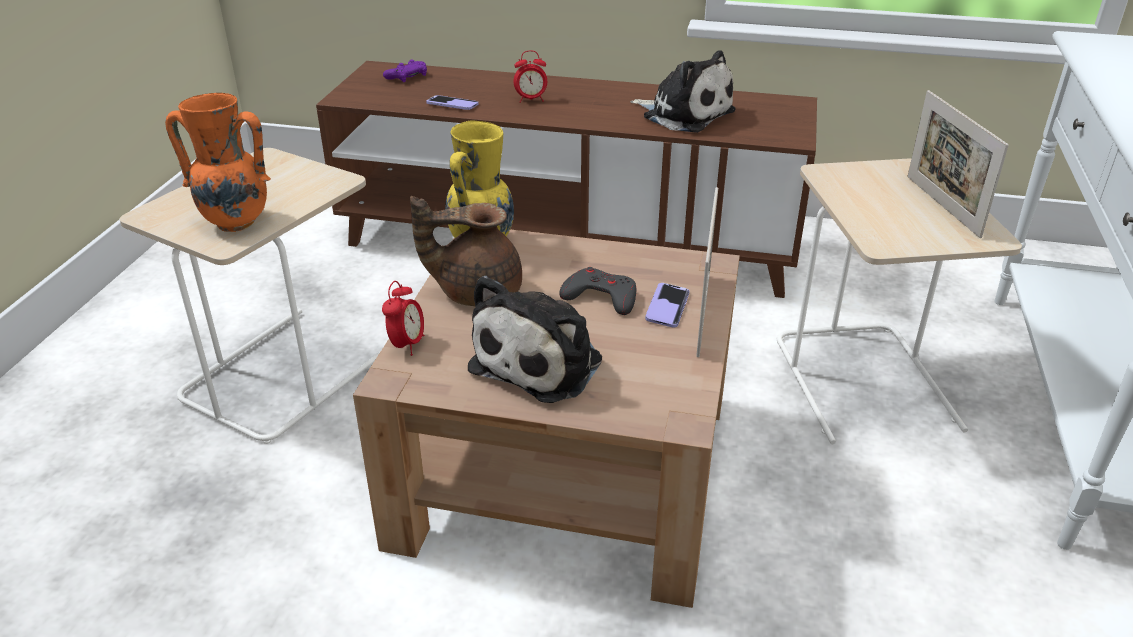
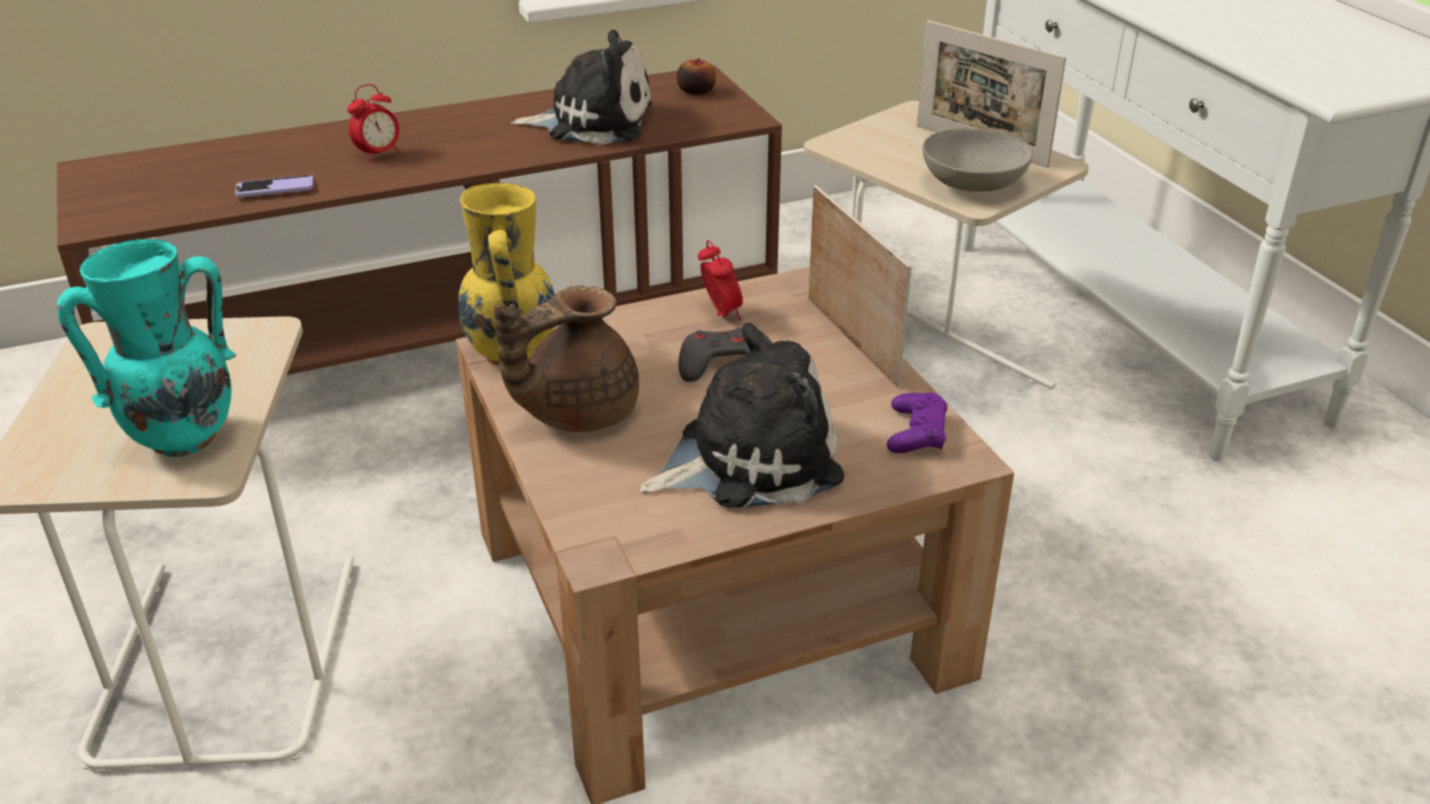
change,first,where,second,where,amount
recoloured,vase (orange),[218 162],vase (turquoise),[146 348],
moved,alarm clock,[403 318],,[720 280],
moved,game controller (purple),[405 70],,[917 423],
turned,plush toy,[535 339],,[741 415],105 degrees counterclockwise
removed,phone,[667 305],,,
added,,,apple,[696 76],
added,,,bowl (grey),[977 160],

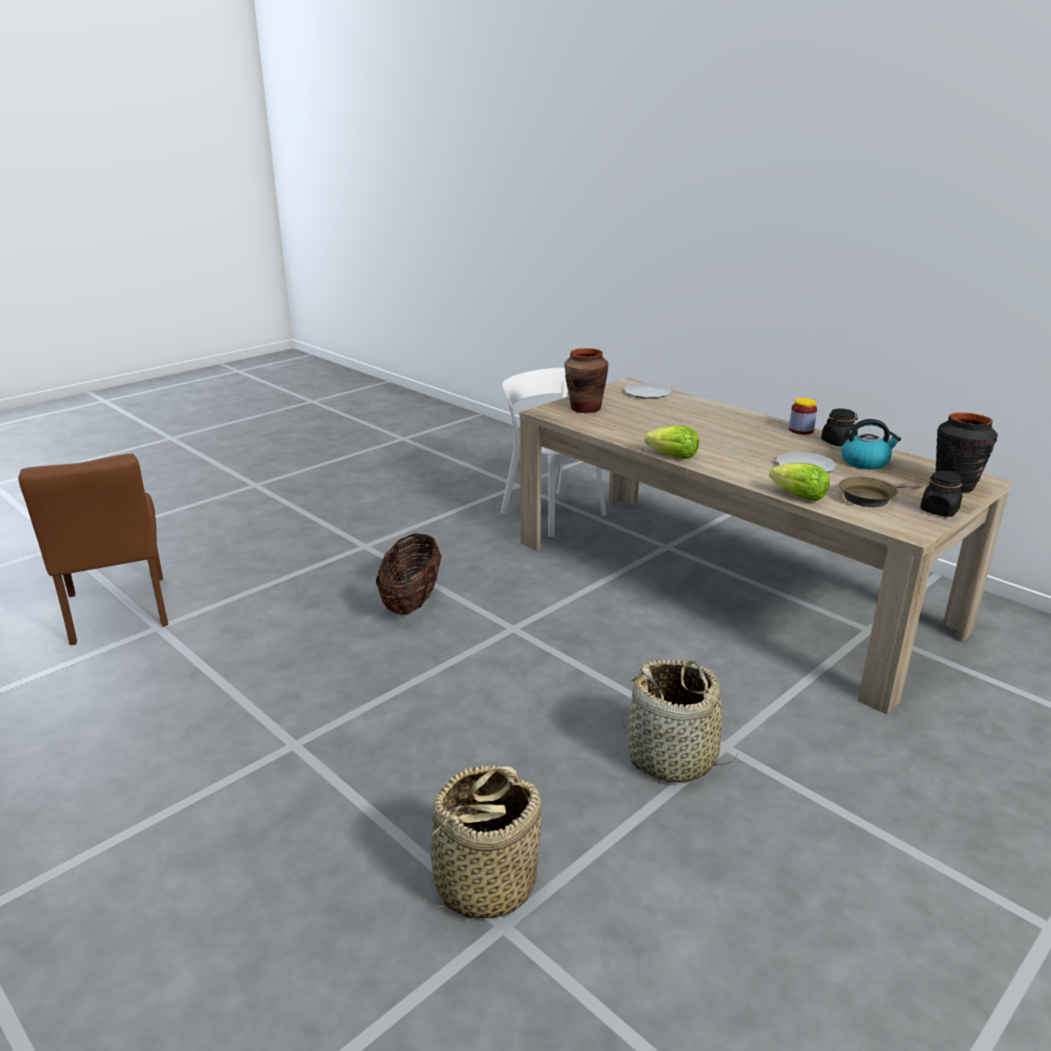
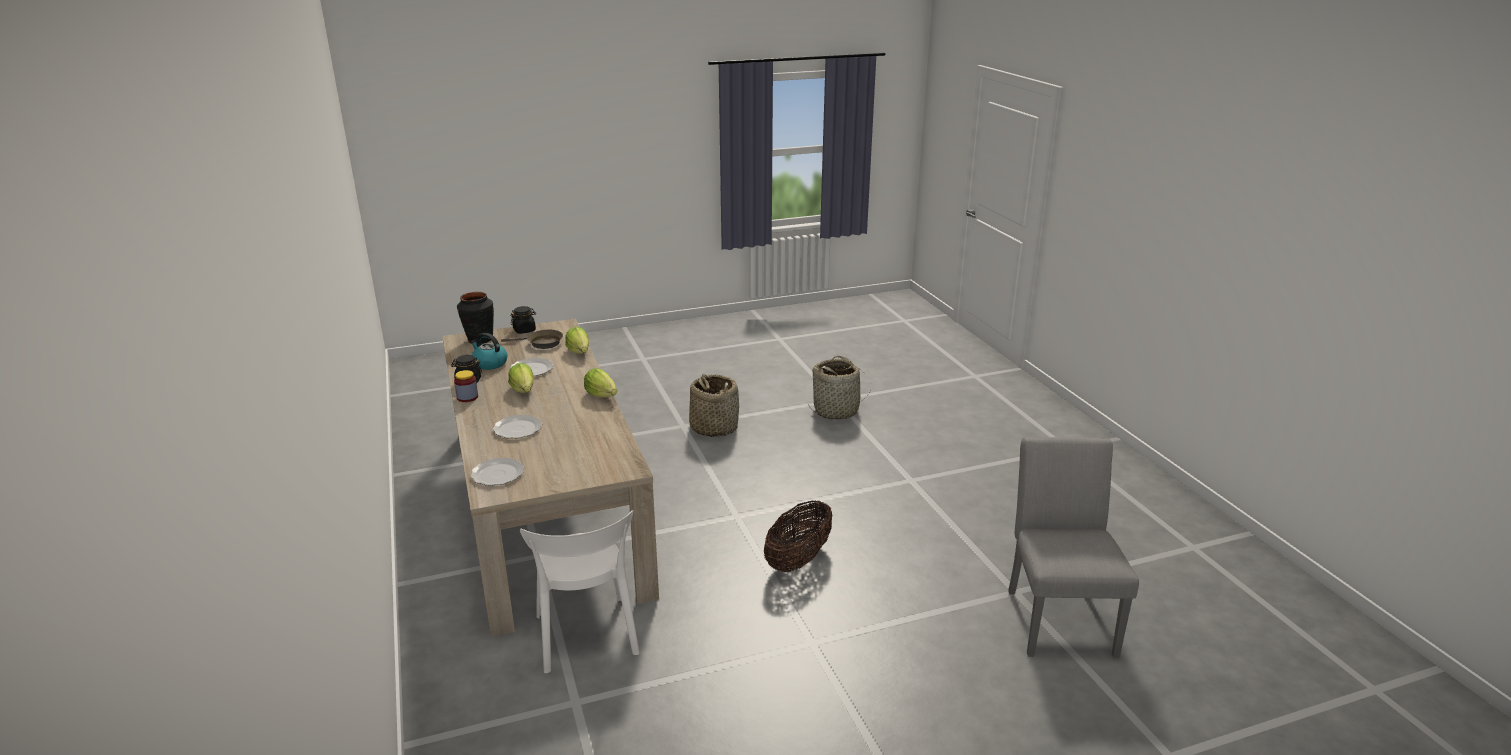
change,first,where,second,where,amount
recoloured,chair (brown),[93 549],chair (grey),[1073 547],
removed,vase (brown),[586 380],,,
added,,,plate,[517 426],
added,,,lettuce,[521 378],

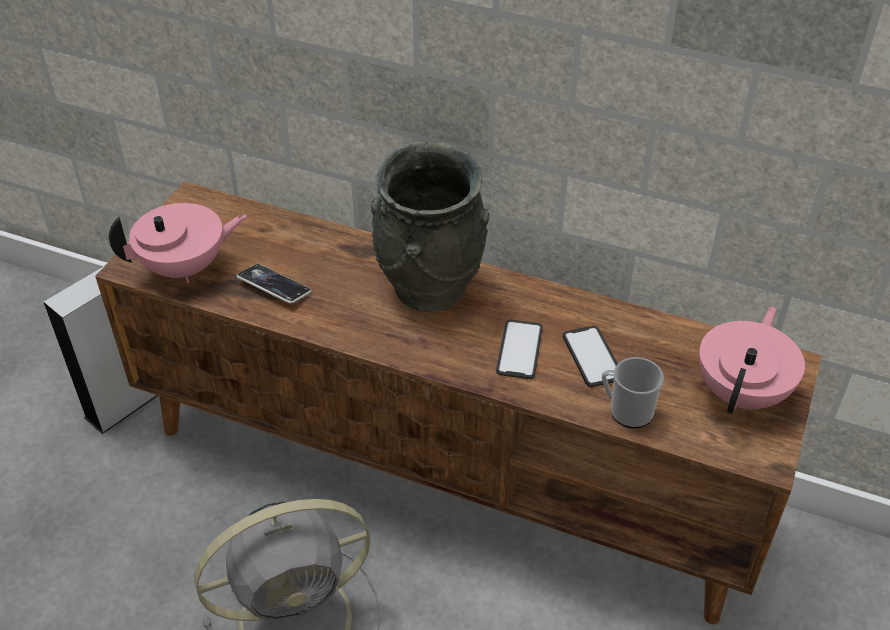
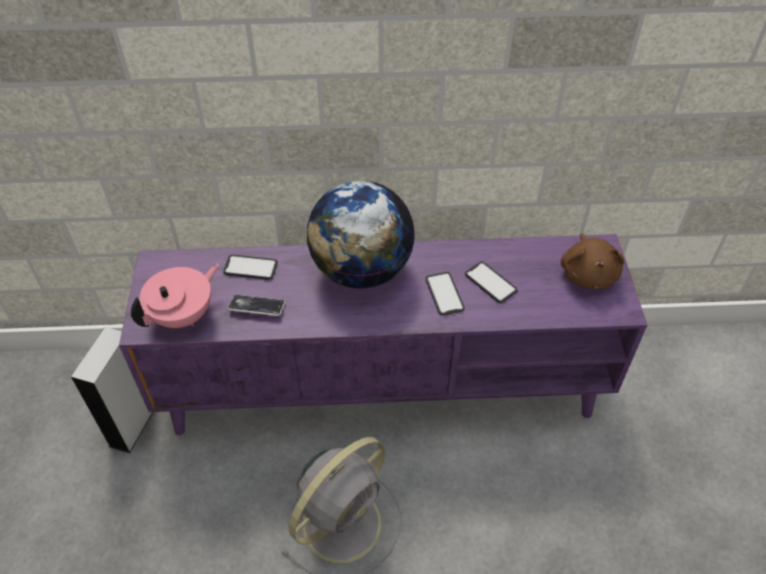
change,first,where,second,where,amount
recoloured,tv stand (brown),[458 403],tv stand (purple),[383 334],
replaced,vase (grey),[430 226],globe,[360 234],
removed,mug,[633 393],,,
replaced,teapot (pink),[752 361],plush toy (brown),[592 261],
added,,,phone,[250 267],

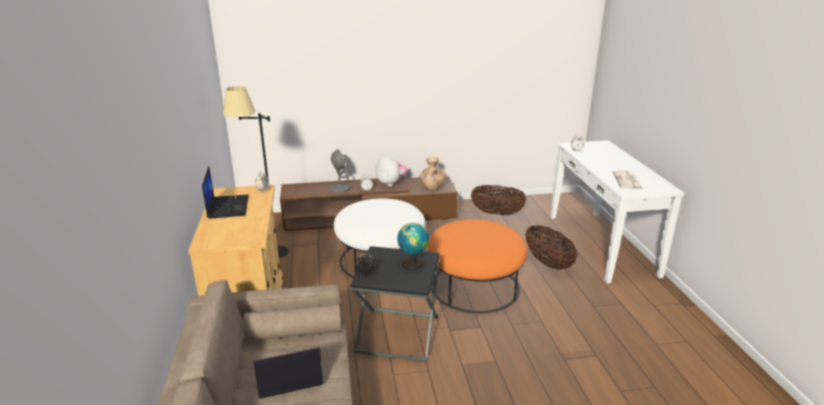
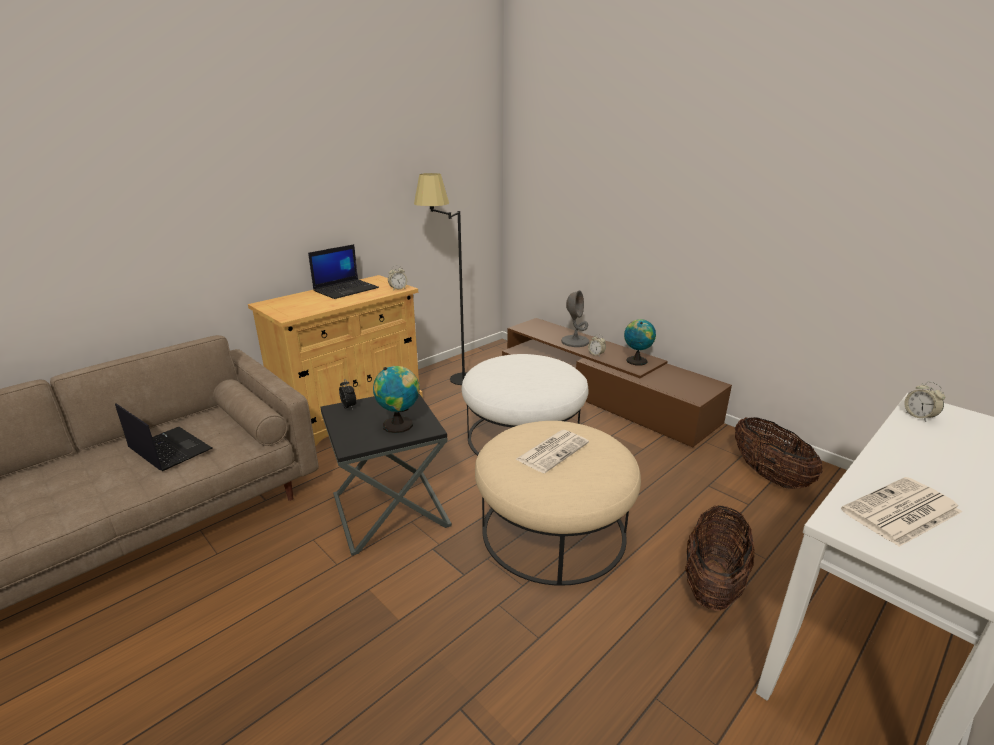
change,first,where,second,where,amount
replaced,plush toy,[392 170],globe,[640 342],
removed,vase (brown),[433 173],,,
recoloured,ottoman (orange),[477 266],ottoman (beige),[558 503],
added,,,newspaper,[552 451],

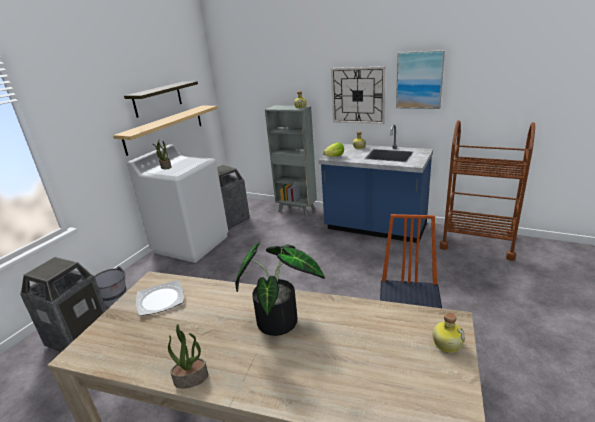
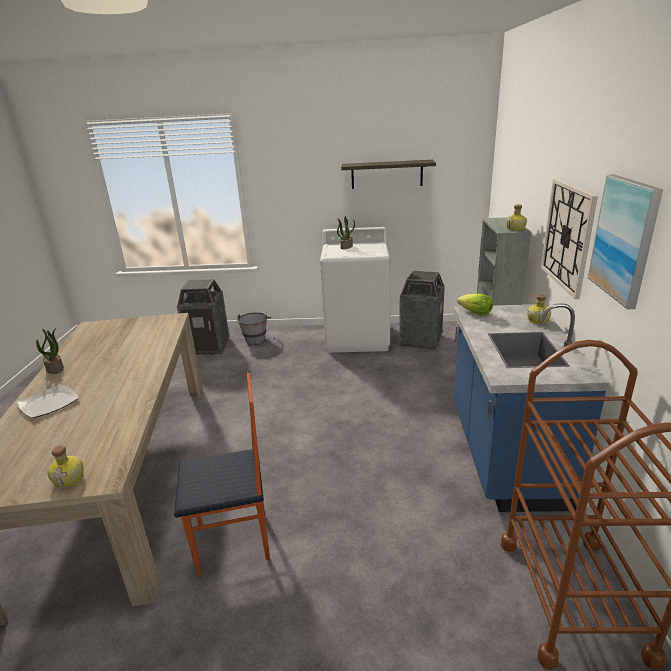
change,first,where,second,where,amount
removed,shelf,[165 131],,,
moved,plate,[160 298],,[48 401],
removed,potted plant,[280 289],,,

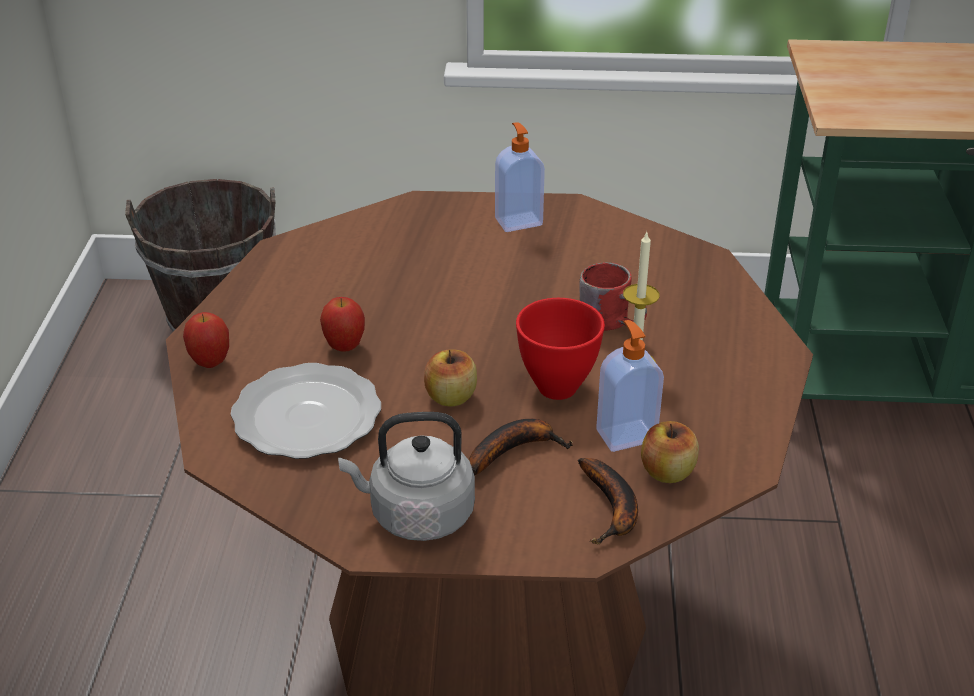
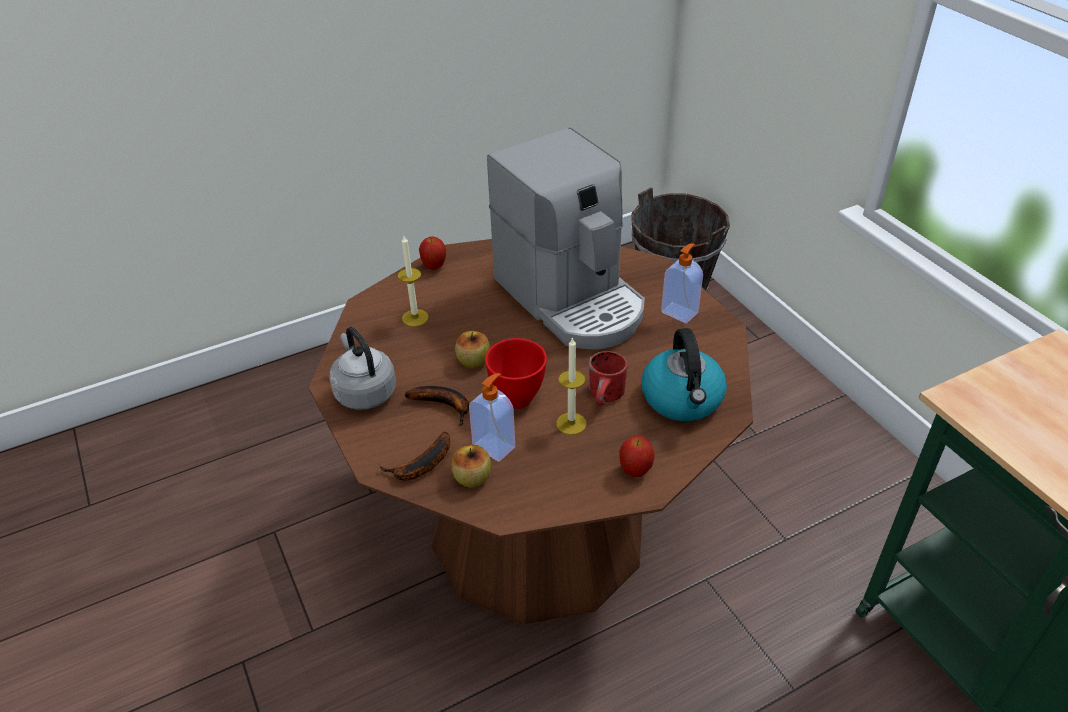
change,first,where,second,where,amount
replaced,plate,[306 411],candle,[413 281],
moved,apple,[342 324],,[637 456],
added,,,coffee machine,[566 238],
added,,,kettle,[684 374],

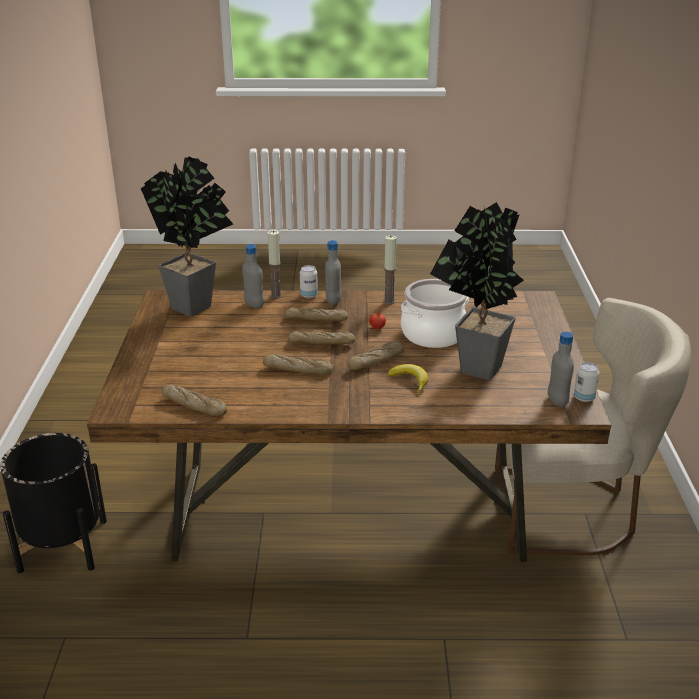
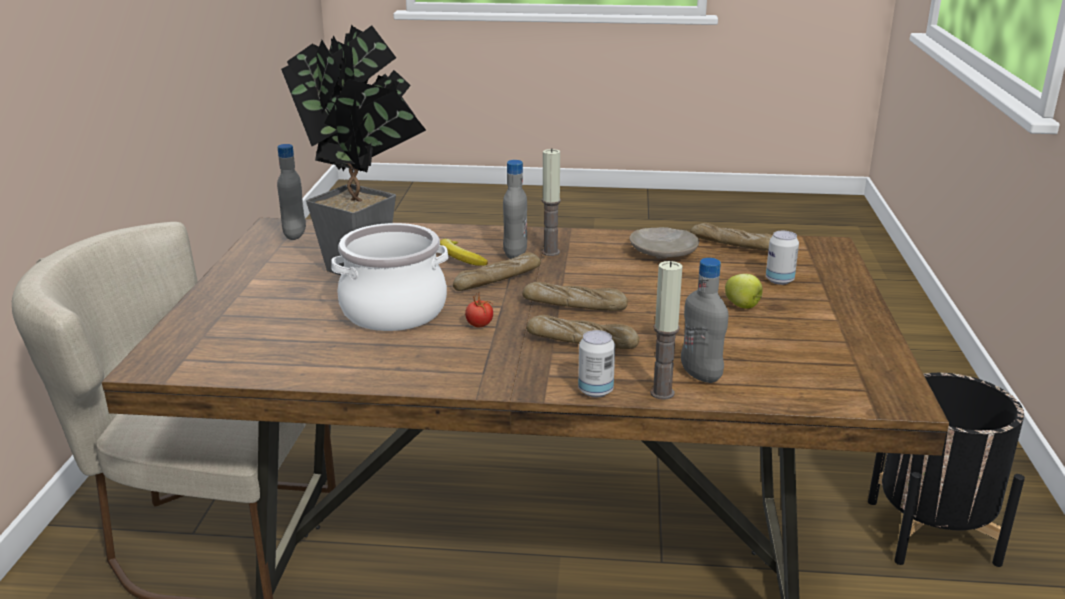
change,first,where,second,where,amount
removed,potted plant,[187 236],,,
removed,bread,[298 364],,,
moved,bottle (grey),[333 272],,[515 209],
moved,candle,[390 269],,[551 202],
moved,can,[586 382],,[782 258],
added,,,plate (beige),[664 243],
added,,,apple,[744 291],

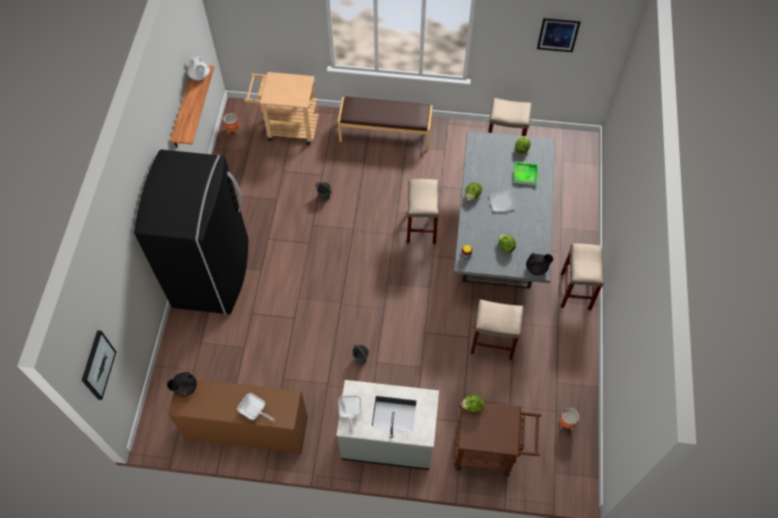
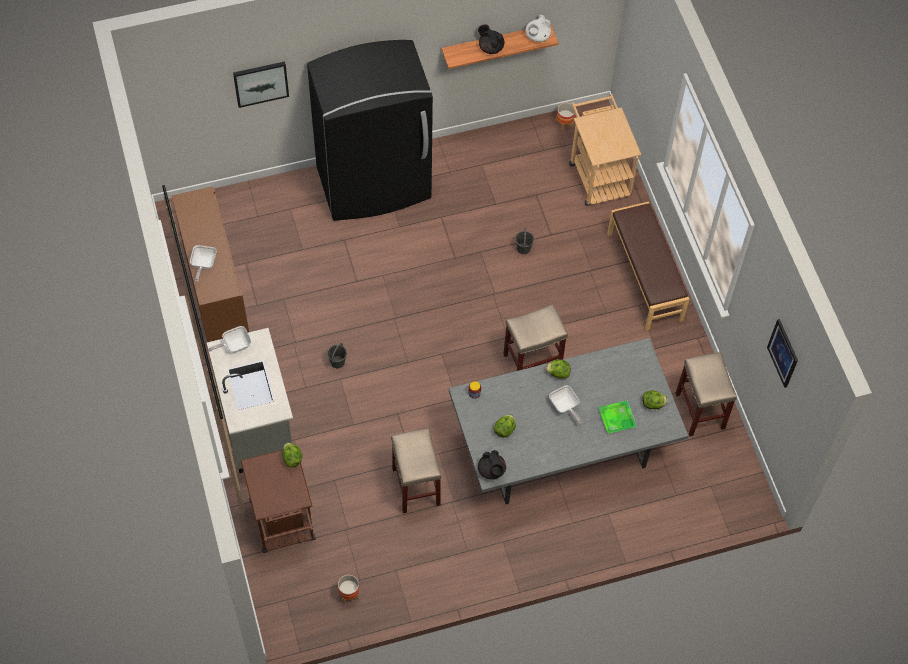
change,first,where,second,where,amount
moved,picture,[98 365],,[261 84],
moved,teapot (black),[182 384],,[491 39],
replaced,plate,[502 201],frying pan,[565 404],
removed,stool (beige),[582 276],,,

